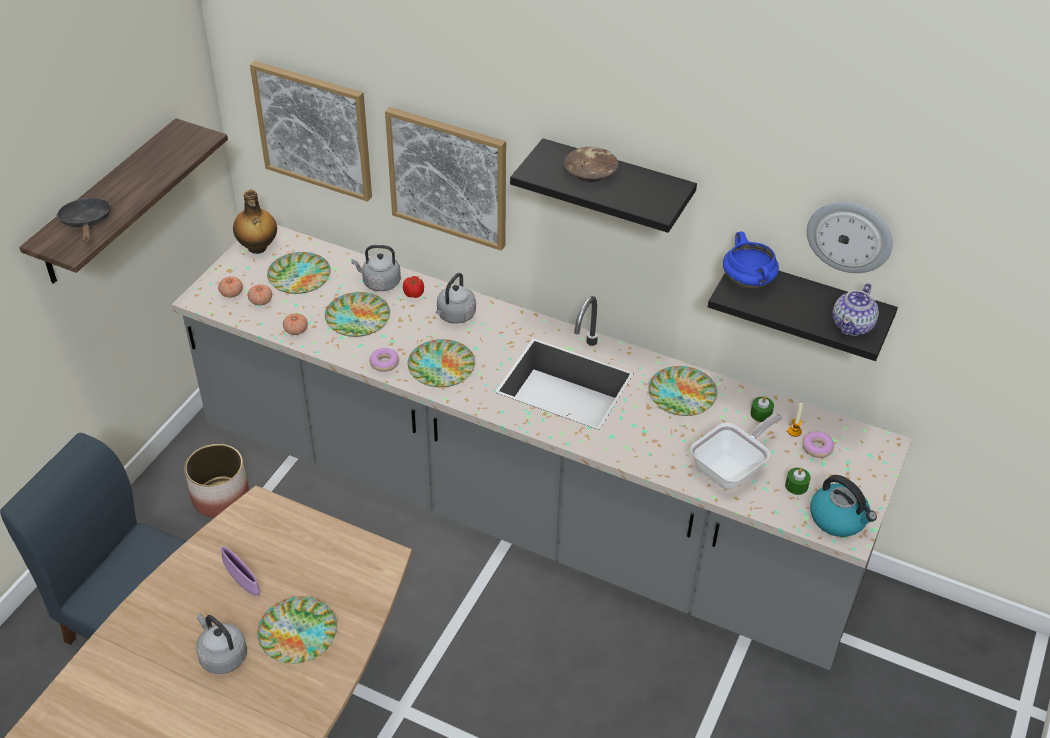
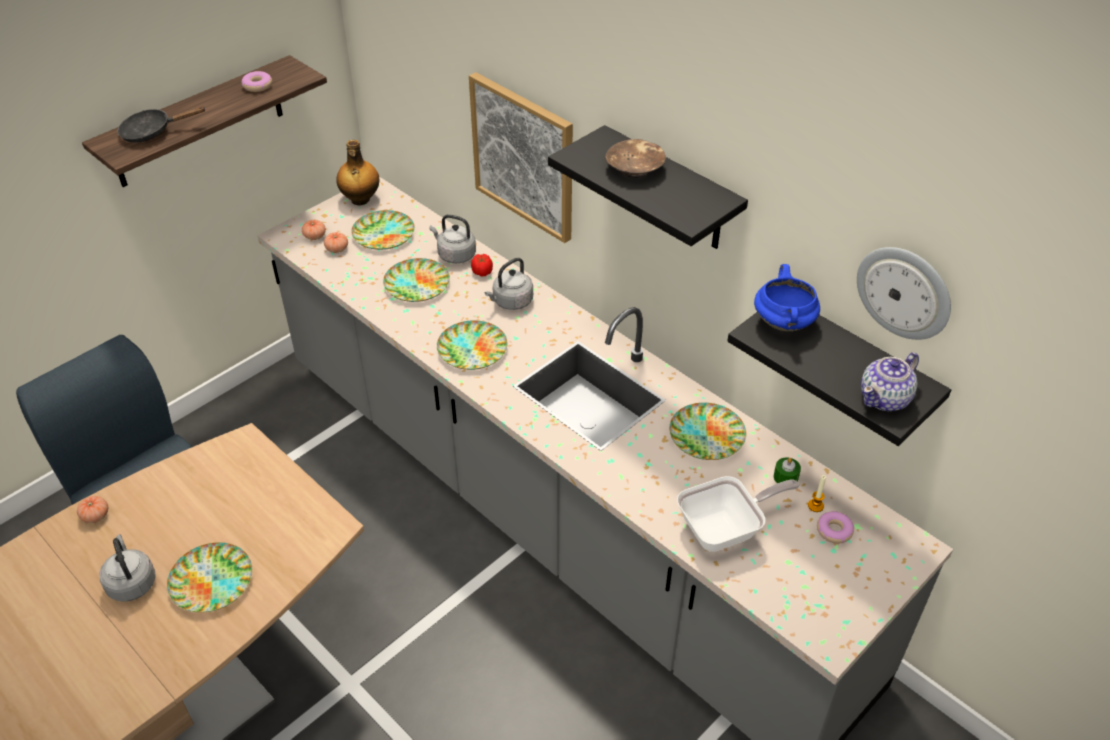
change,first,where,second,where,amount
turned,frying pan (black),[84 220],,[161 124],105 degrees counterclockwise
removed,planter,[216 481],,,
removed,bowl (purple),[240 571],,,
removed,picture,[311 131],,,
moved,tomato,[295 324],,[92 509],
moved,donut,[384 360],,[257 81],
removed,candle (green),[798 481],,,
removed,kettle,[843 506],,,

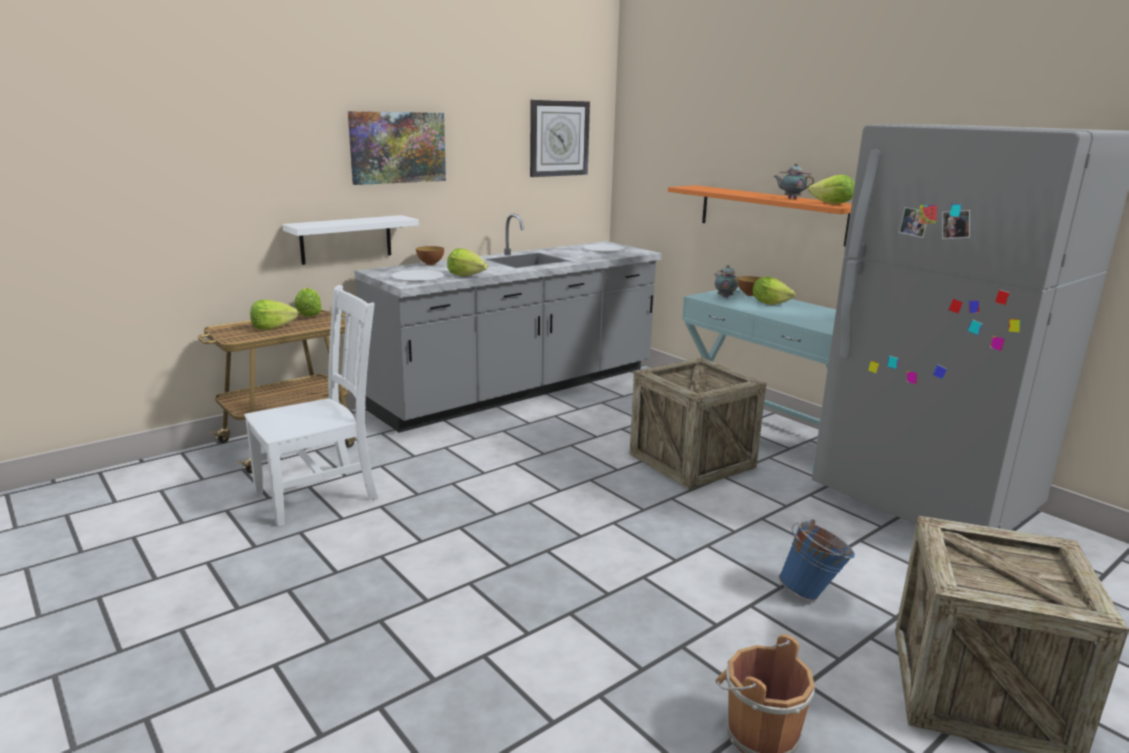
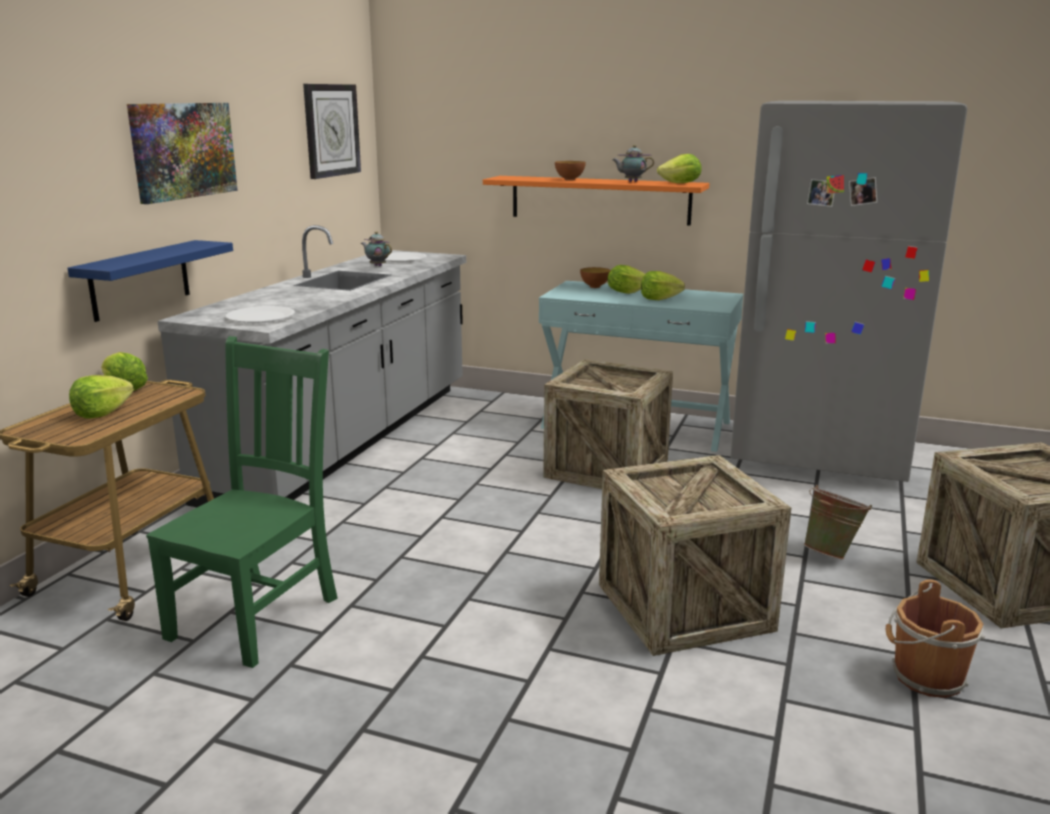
change,first,where,second,where,amount
recoloured,chair (white),[311 405],chair (green),[242 502],
recoloured,shelf (white),[350 240],shelf (blue),[150 281],
moved,bowl,[430 255],,[570 170],
moved,lettuce,[467 262],,[663 285],
moved,teapot,[727 281],,[376 248],
recoloured,bucket (blue),[816 560],bucket (green),[838 522],
added,,,crate,[695 555],

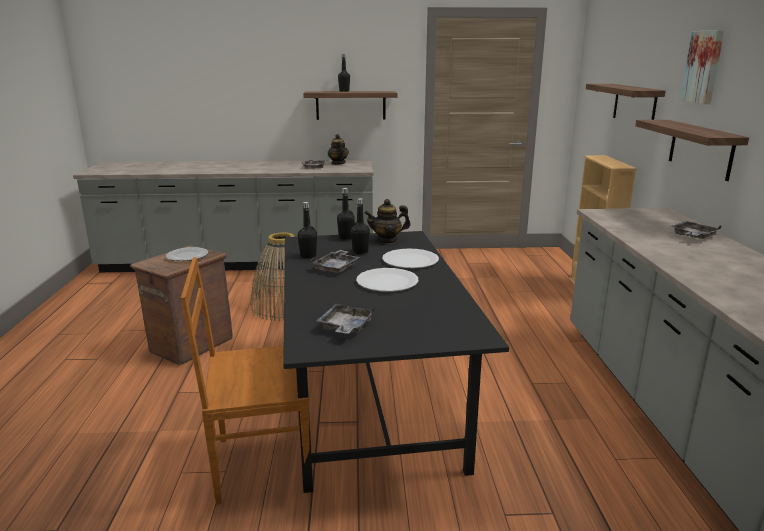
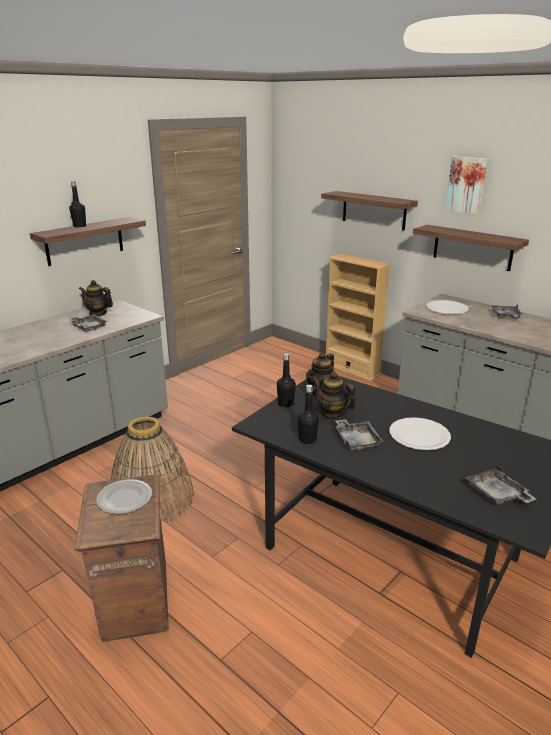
change,first,where,second,where,amount
removed,chair (brown),[245 381],,,
replaced,bottle (black),[360 226],teapot,[334 396],
moved,plate (white),[410 258],,[447 307],

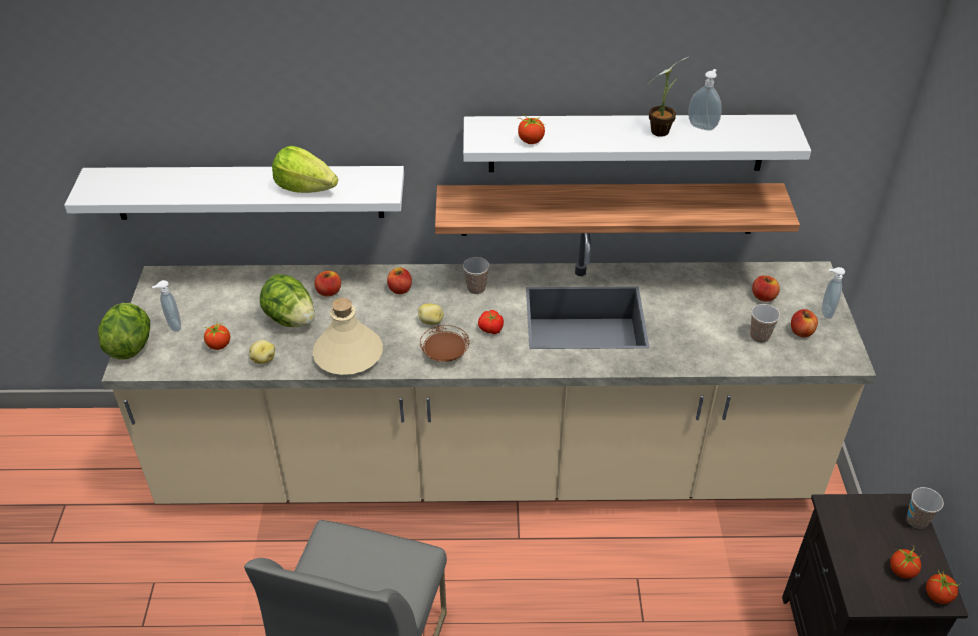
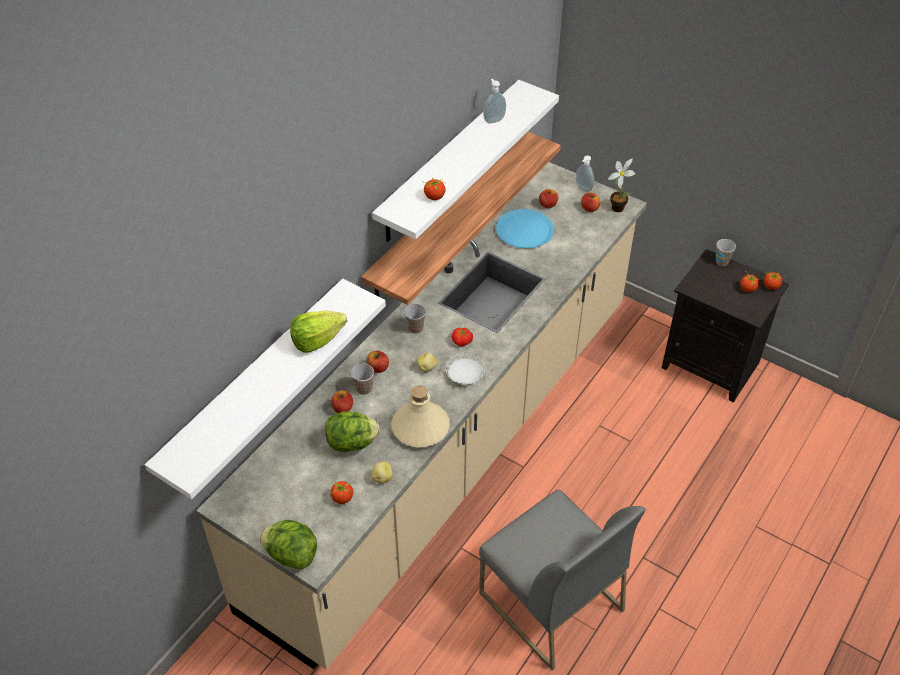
change,first,where,second,where,amount
removed,soap dispenser,[166 306],,,
recoloured,plate (brown),[445 343],plate (white),[465 369],
moved,potted plant,[667 97],,[621 185],
moved,cup,[765 323],,[362 379],
added,,,plate (blue),[525 228],

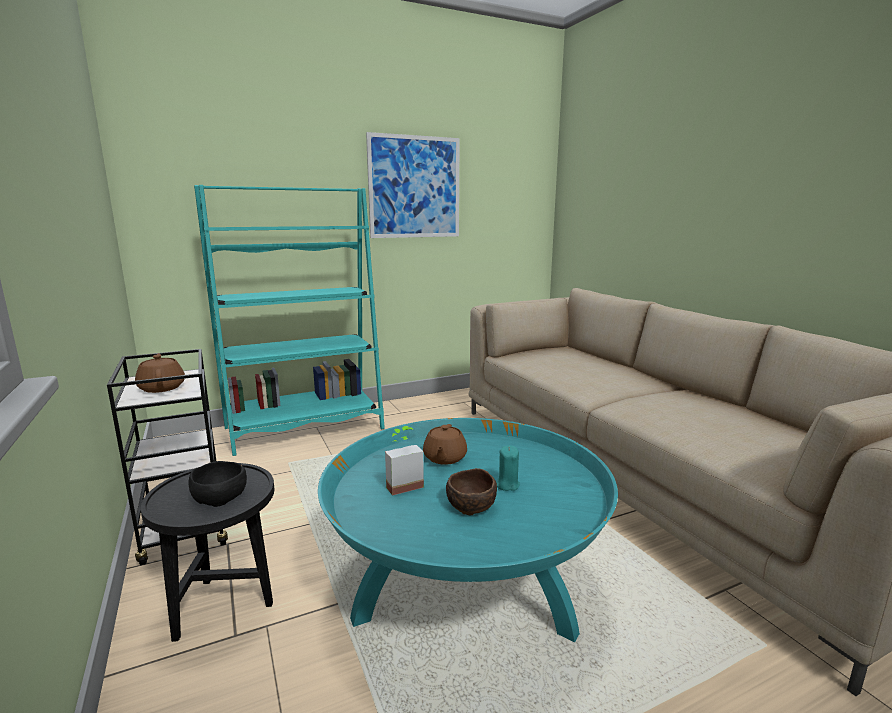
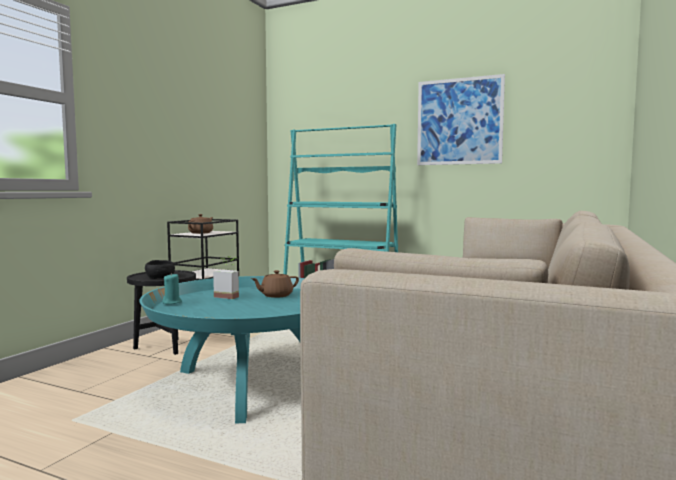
change,first,where,second,where,amount
removed,bowl (brown),[471 491],,,
moved,candle (turquoise),[508 468],,[172 288],

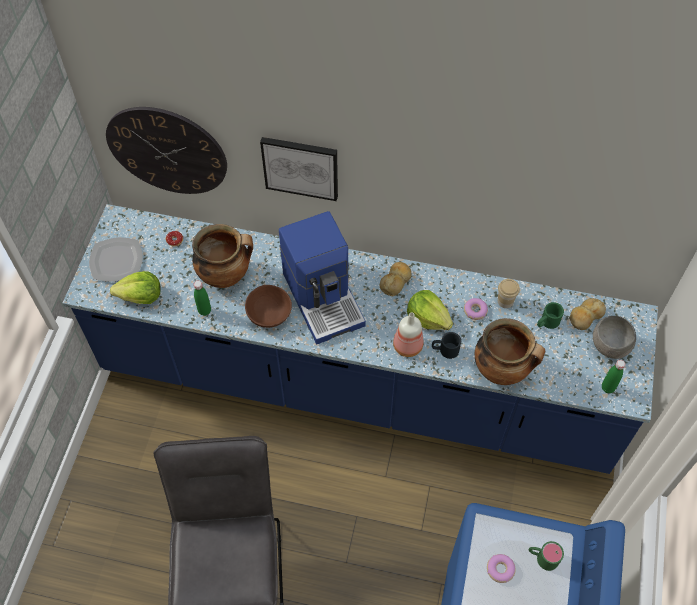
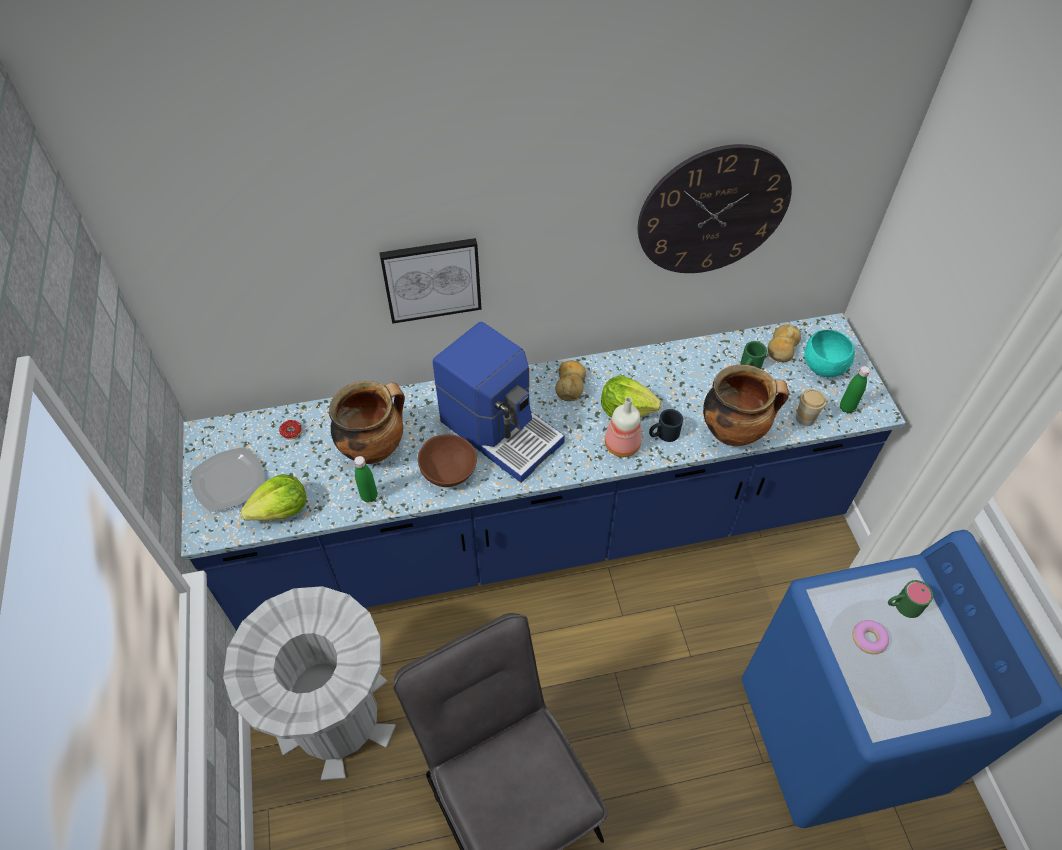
change,first,where,second,where,amount
moved,wall clock,[166 150],,[715 208],
removed,donut,[476 309],,,
moved,cup,[509 293],,[811 407],
recoloured,bowl (grey),[614 337],bowl (turquoise),[829 353],
added,,,trash can (grey),[309 683],

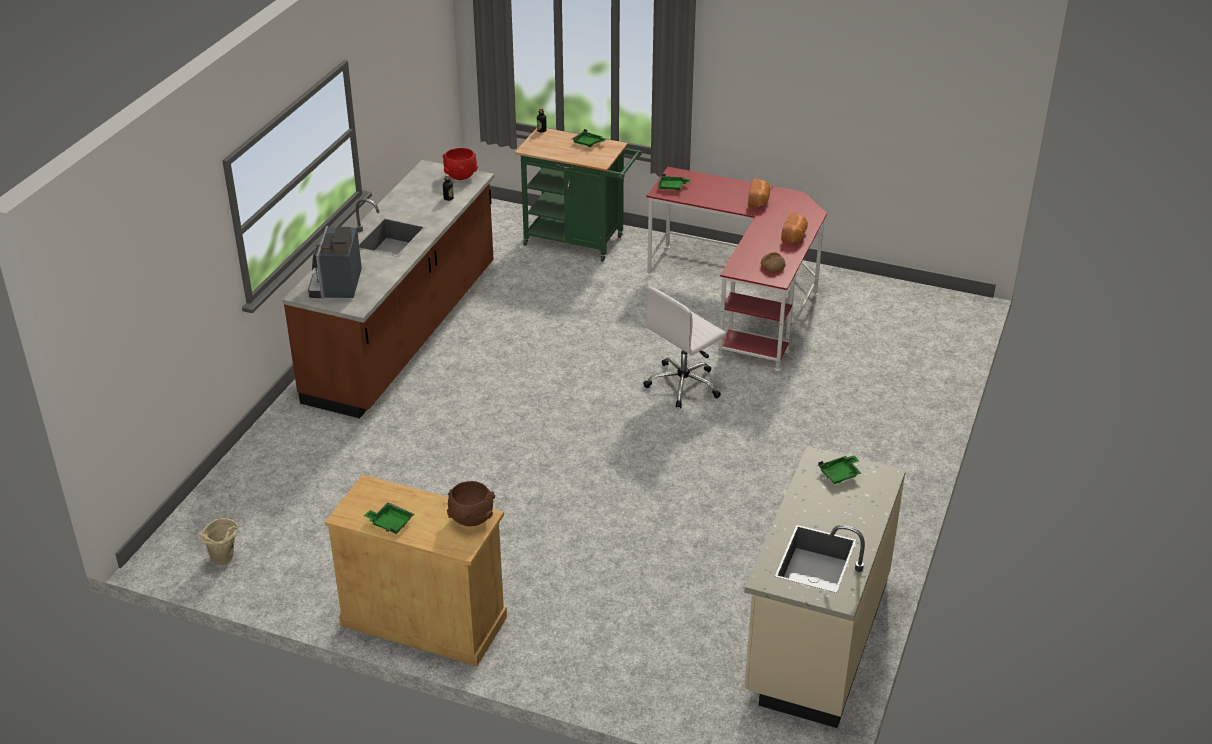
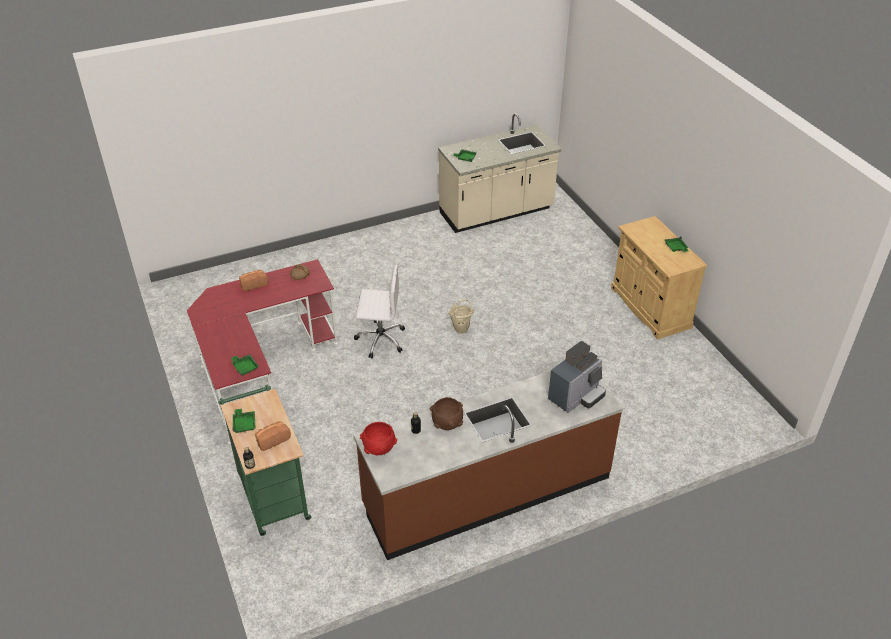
change,first,where,second,where,amount
moved,bucket (beige),[218 541],,[461 316],
moved,bowl (brown),[471 503],,[446 413],
moved,bread,[759 193],,[273 436],

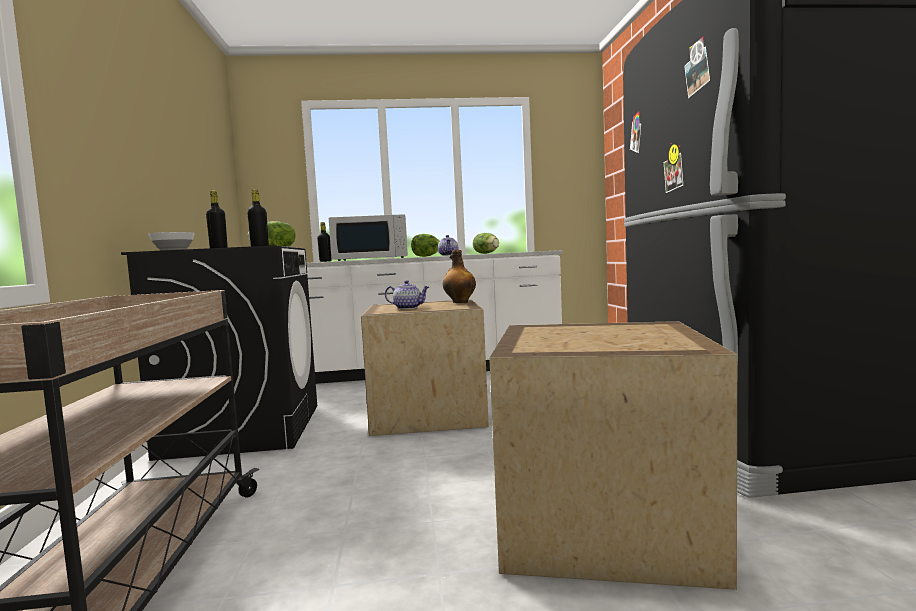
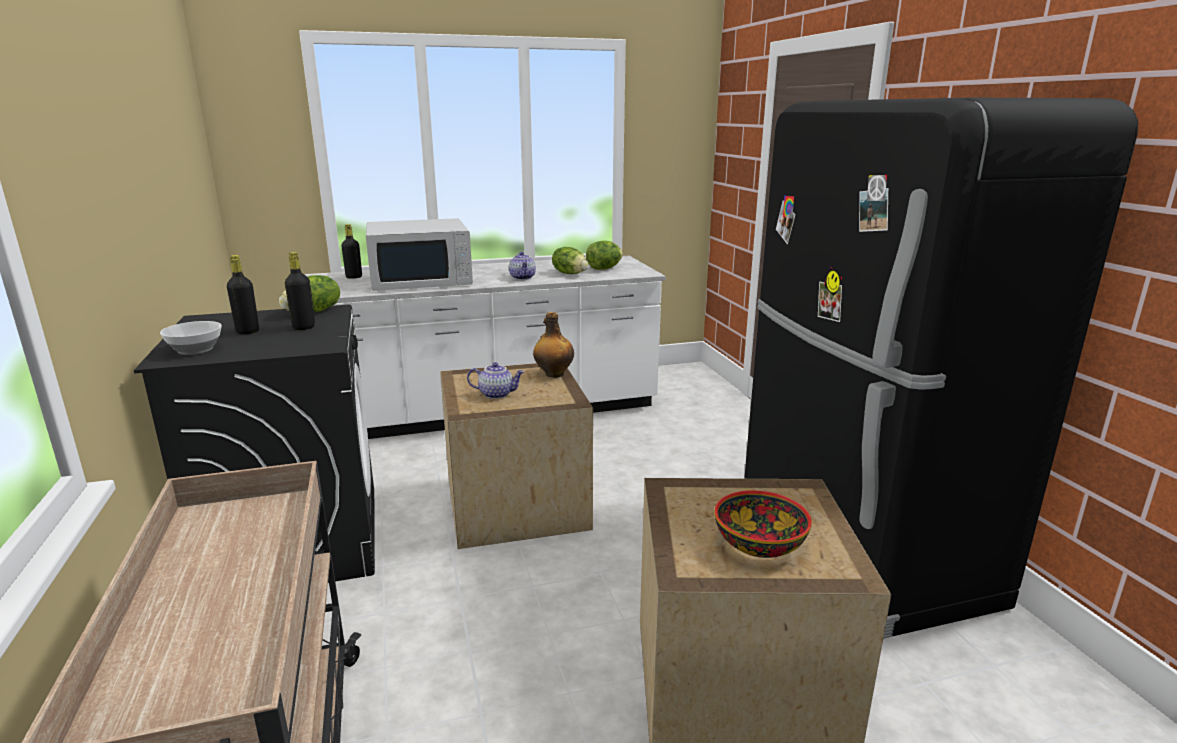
change,first,where,second,where,amount
moved,lettuce,[425 245],,[604 255],
added,,,bowl,[763 524],

